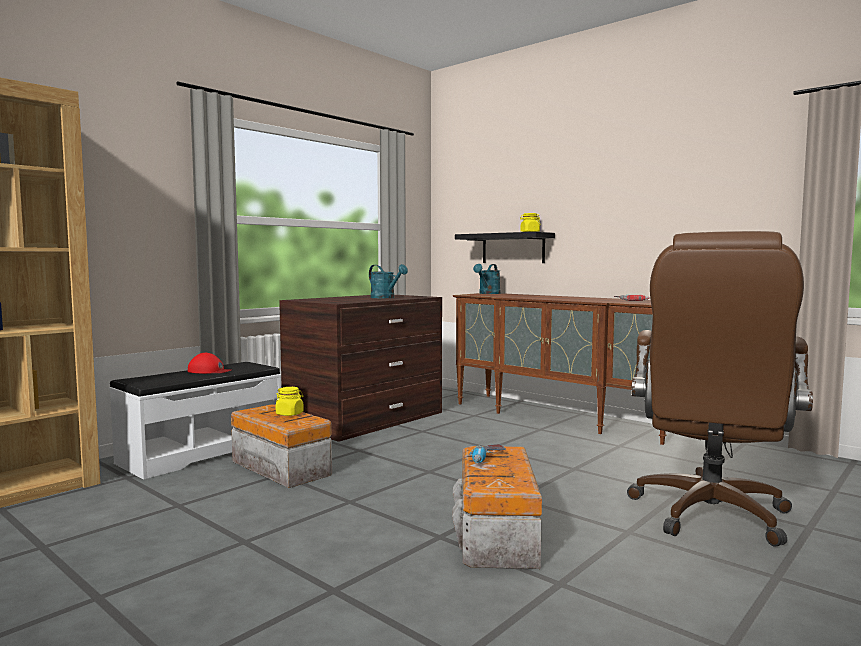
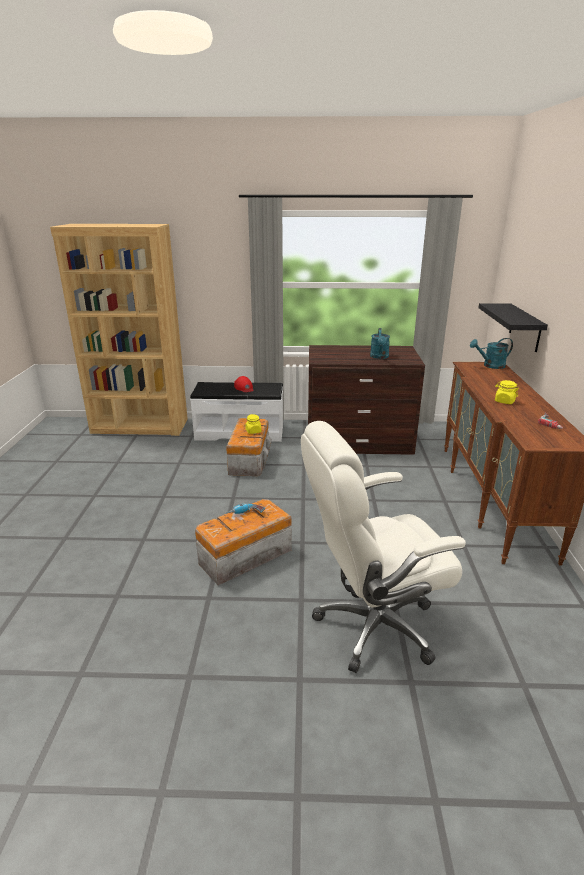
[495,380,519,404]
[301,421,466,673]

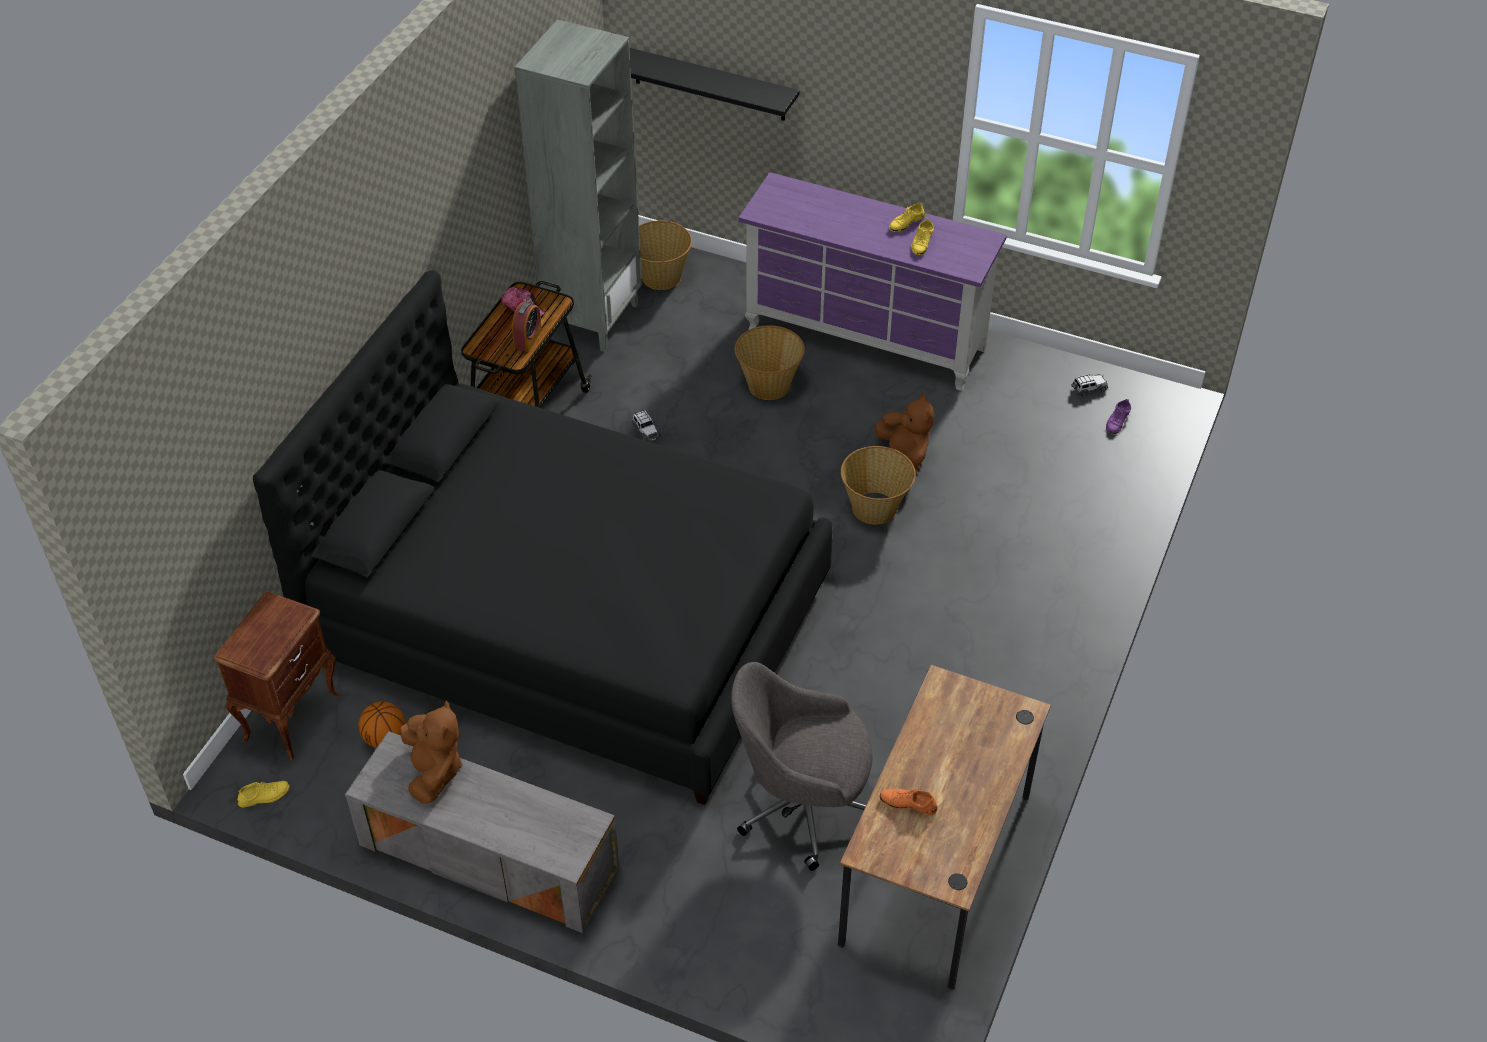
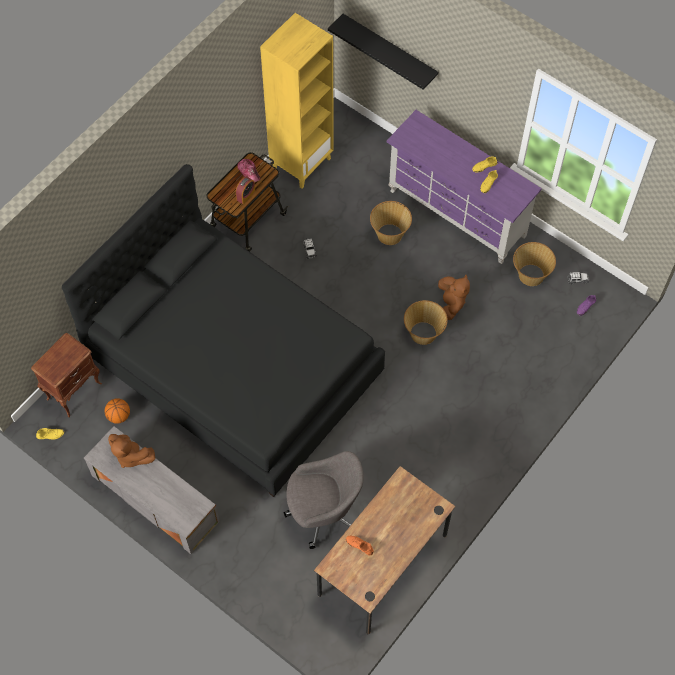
[260,13,334,189]
[513,242,556,286]
[283,451,364,549]
[108,434,156,468]

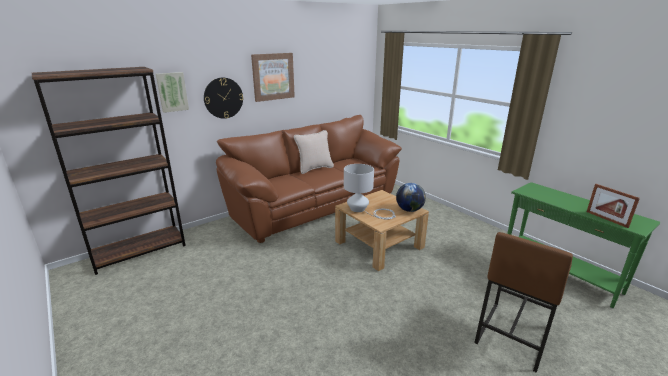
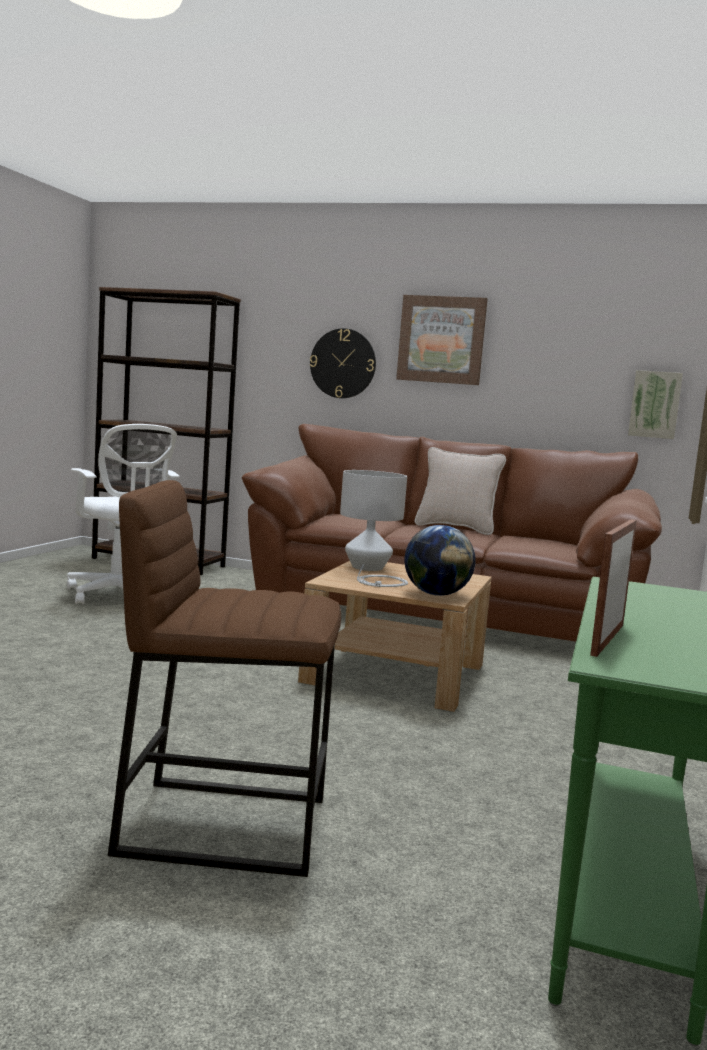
[628,370,683,439]
[67,424,180,604]

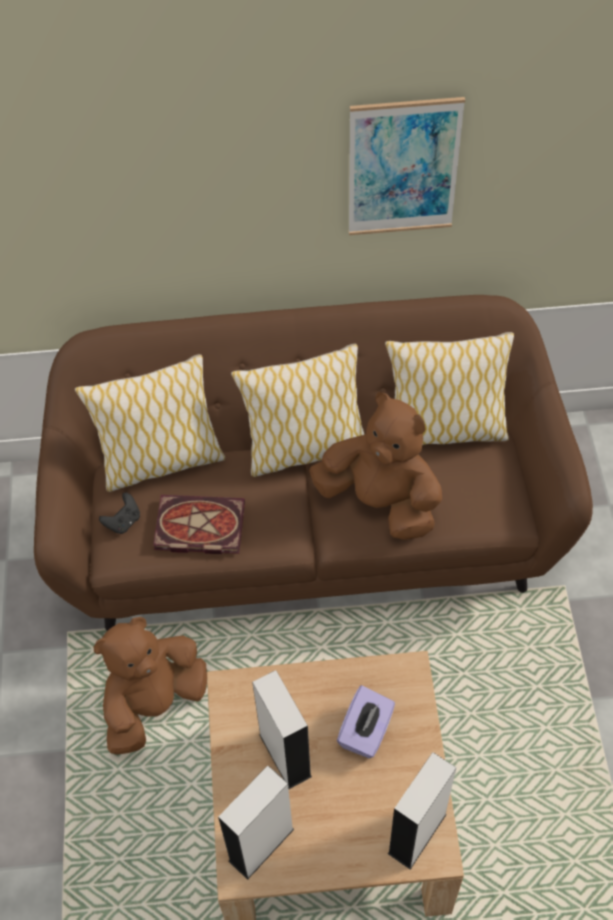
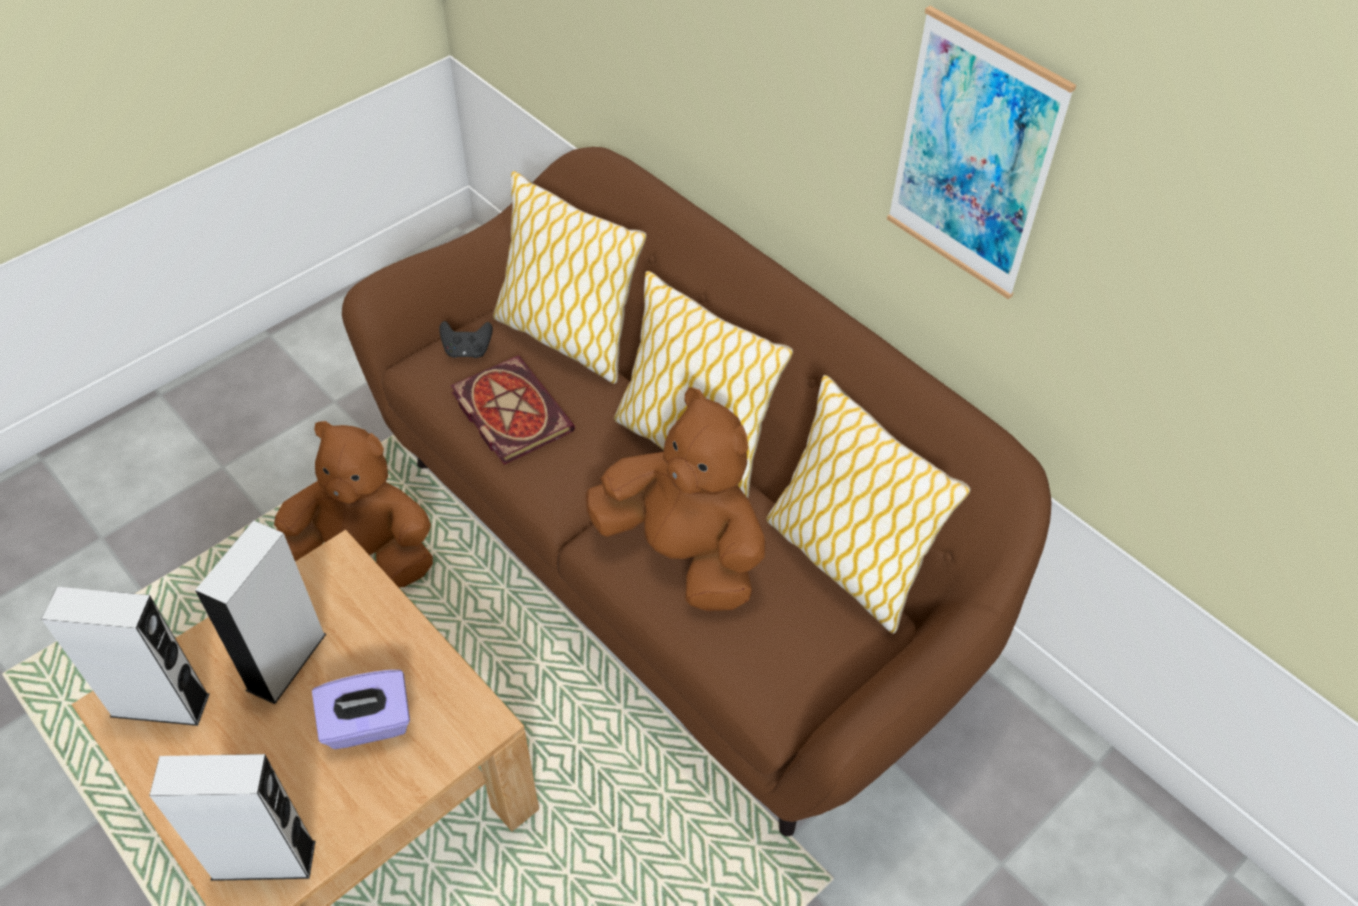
[585,387,766,611]

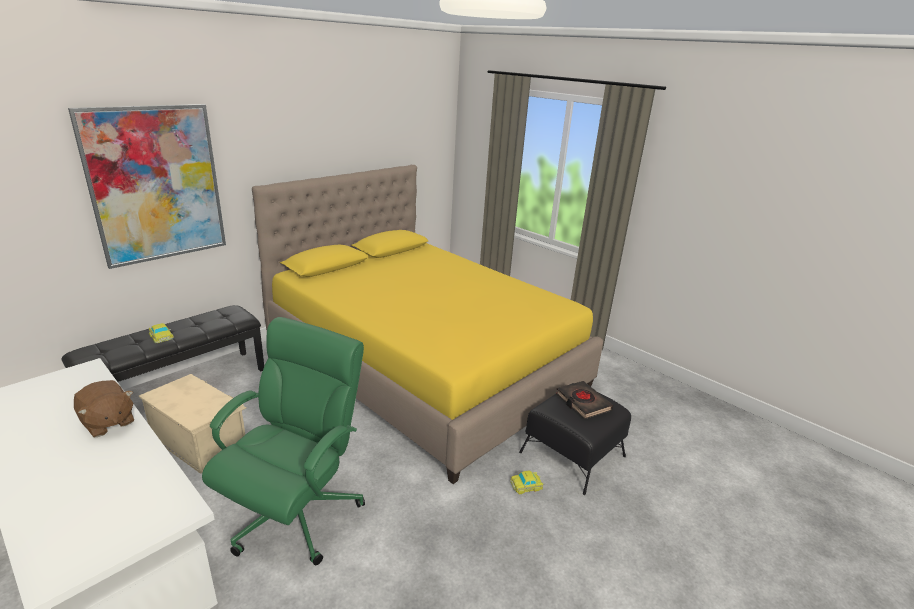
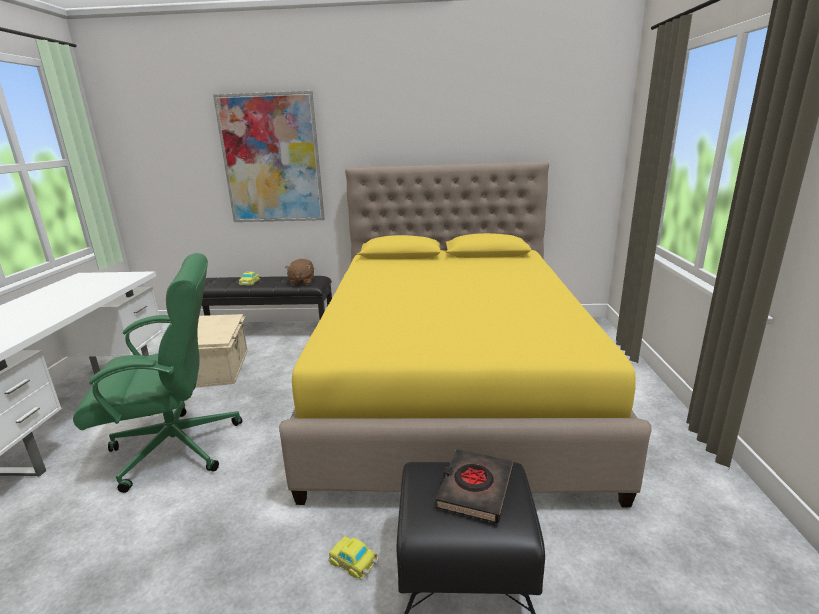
[285,259,314,286]

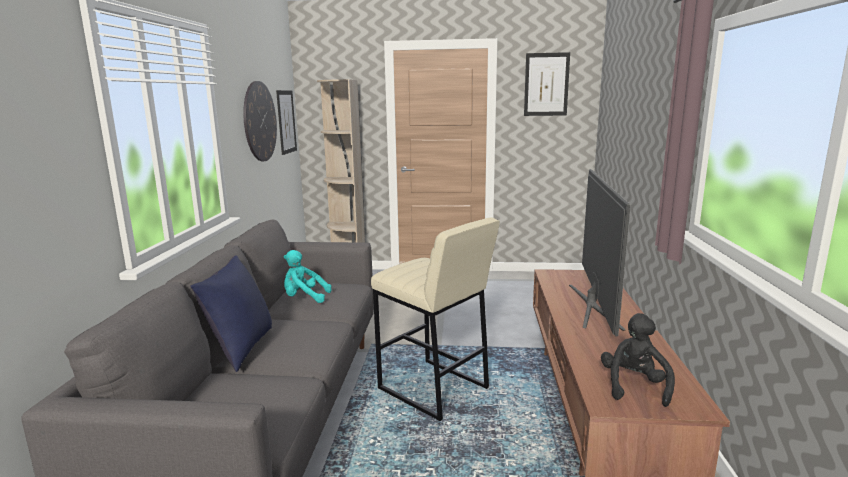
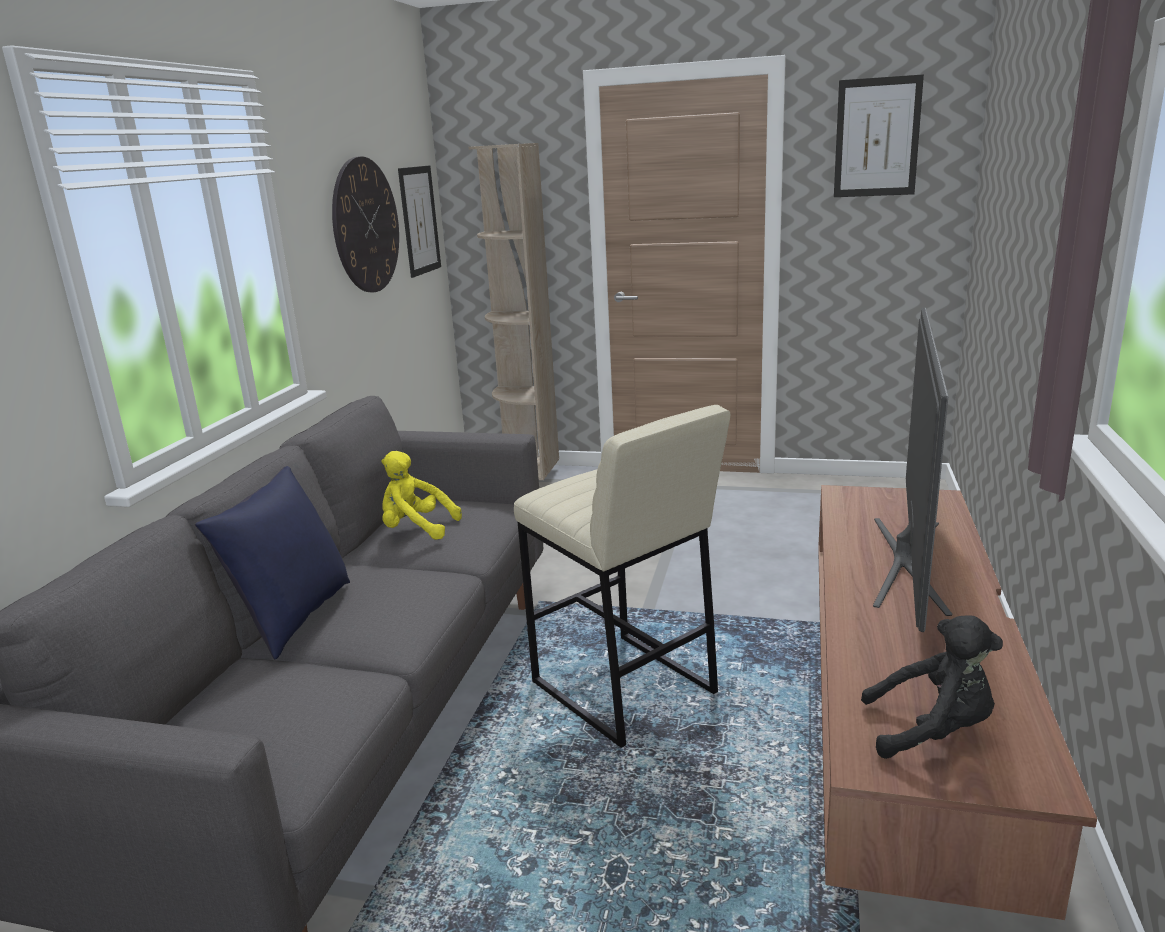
[381,451,462,540]
[861,615,1003,759]

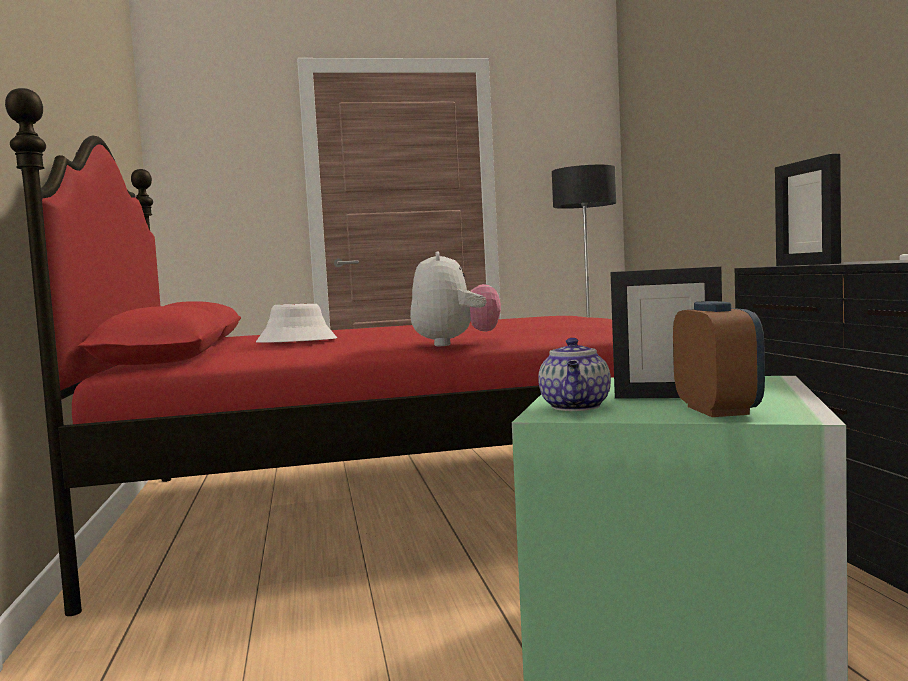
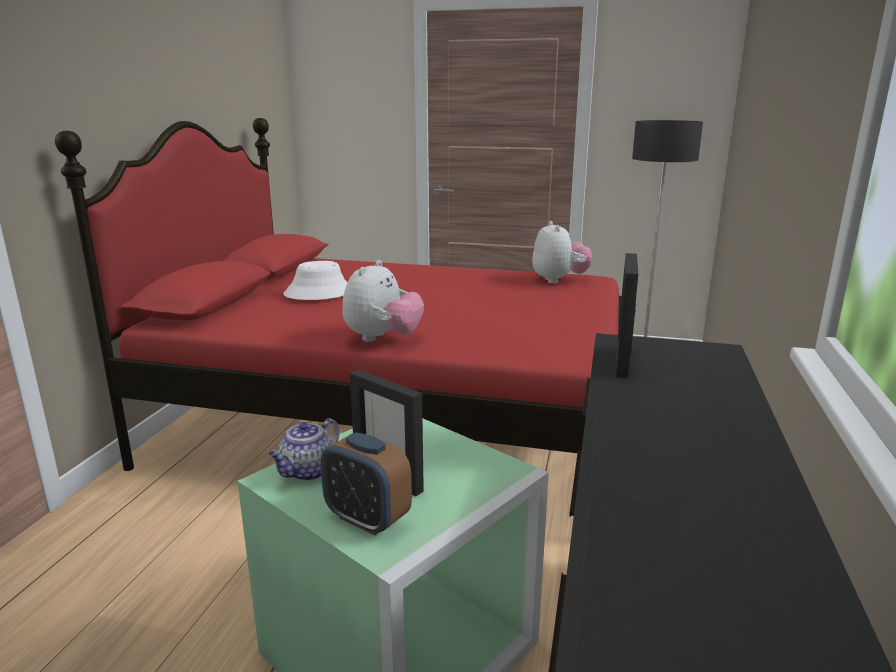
[321,432,412,535]
[532,221,592,284]

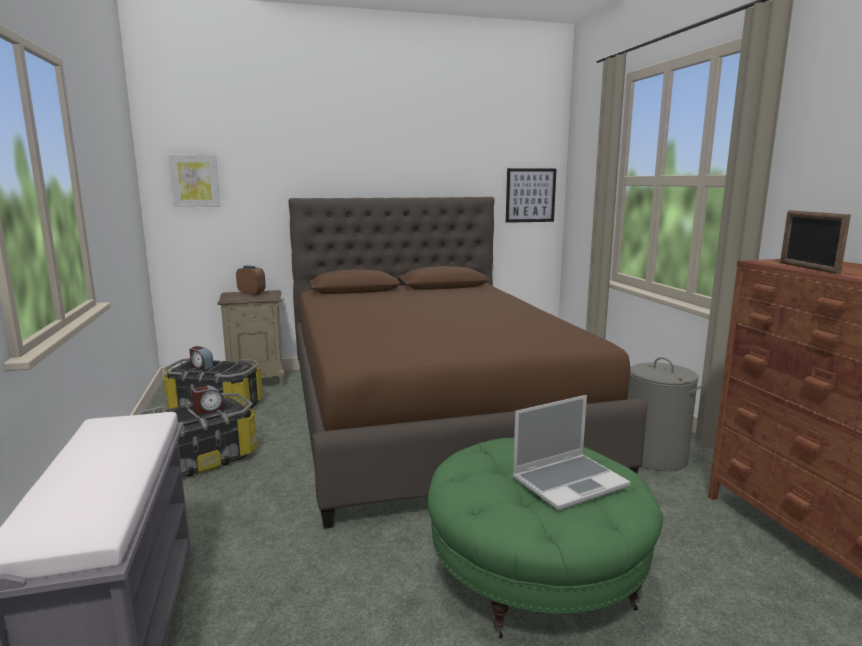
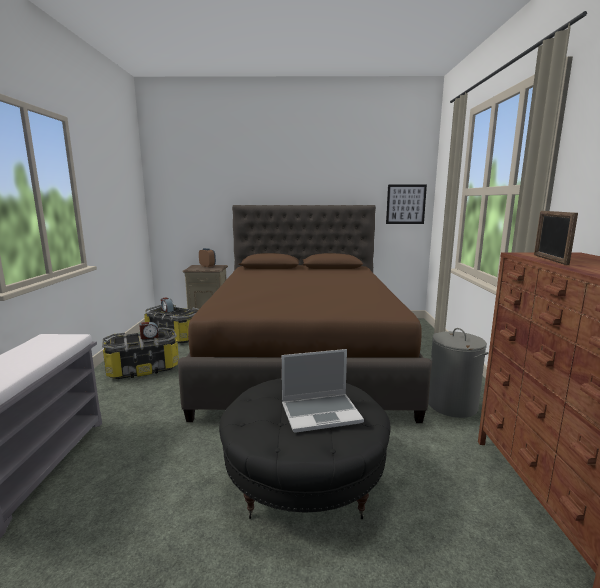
[168,155,221,207] (first image)
[219,378,391,519]

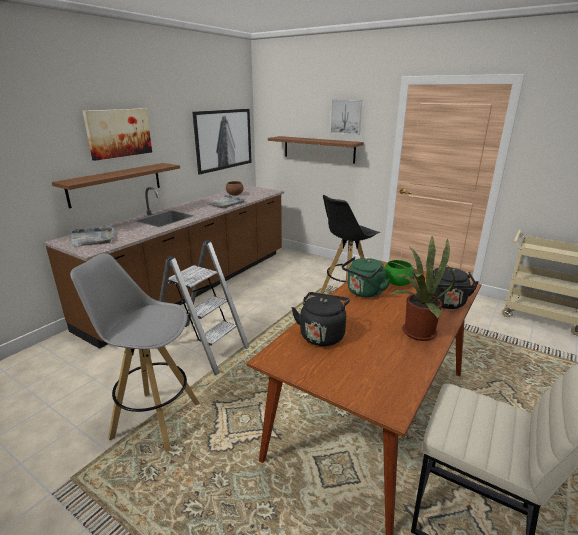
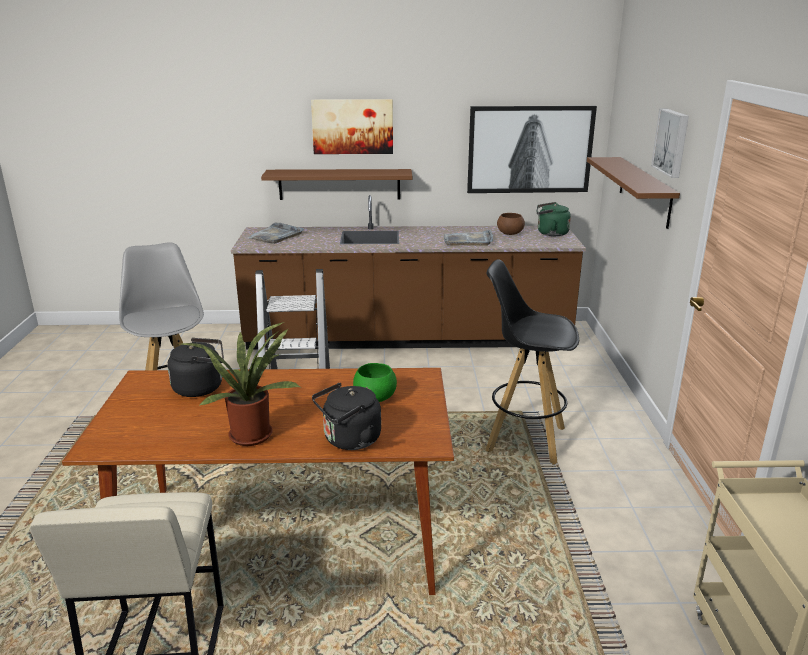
[537,202,571,236]

